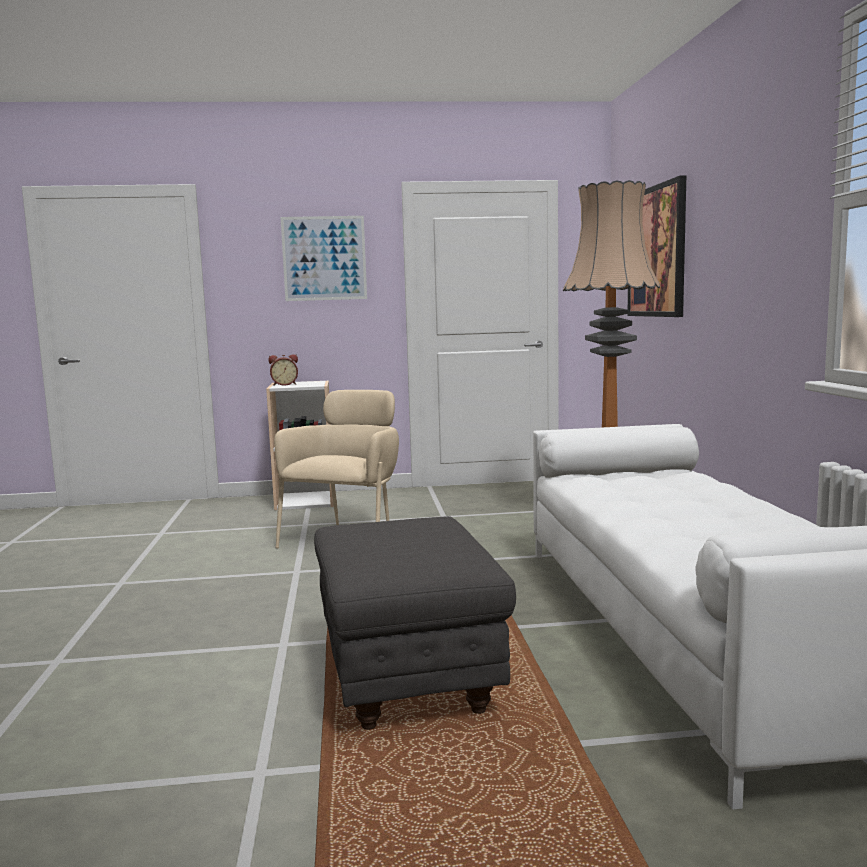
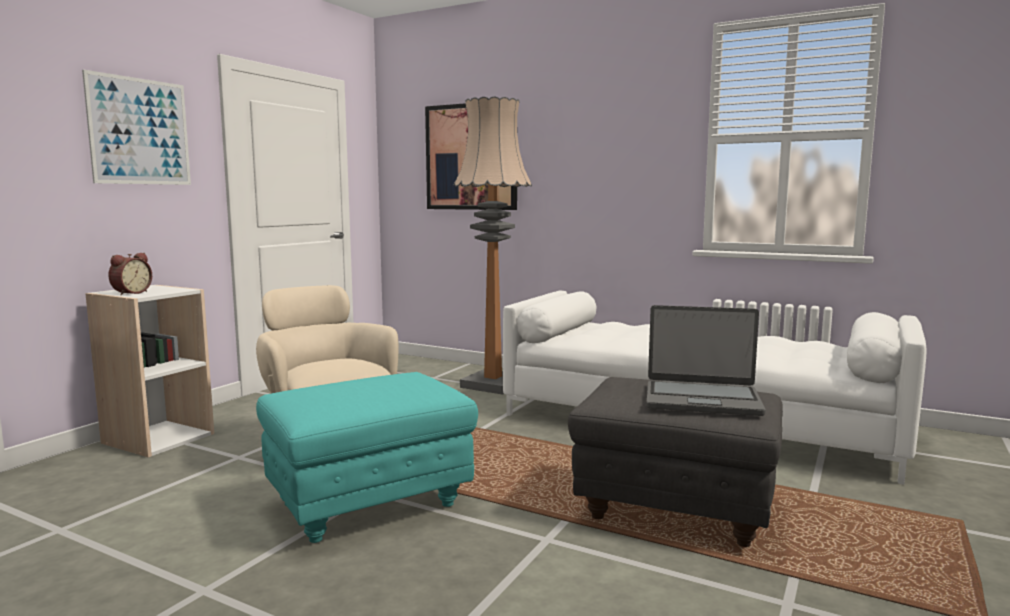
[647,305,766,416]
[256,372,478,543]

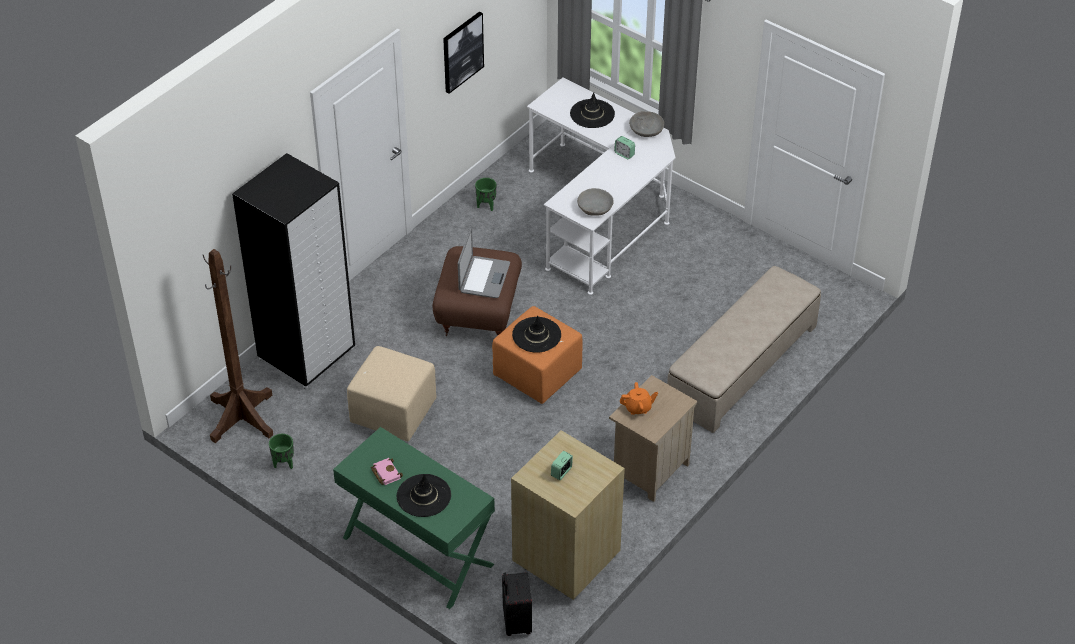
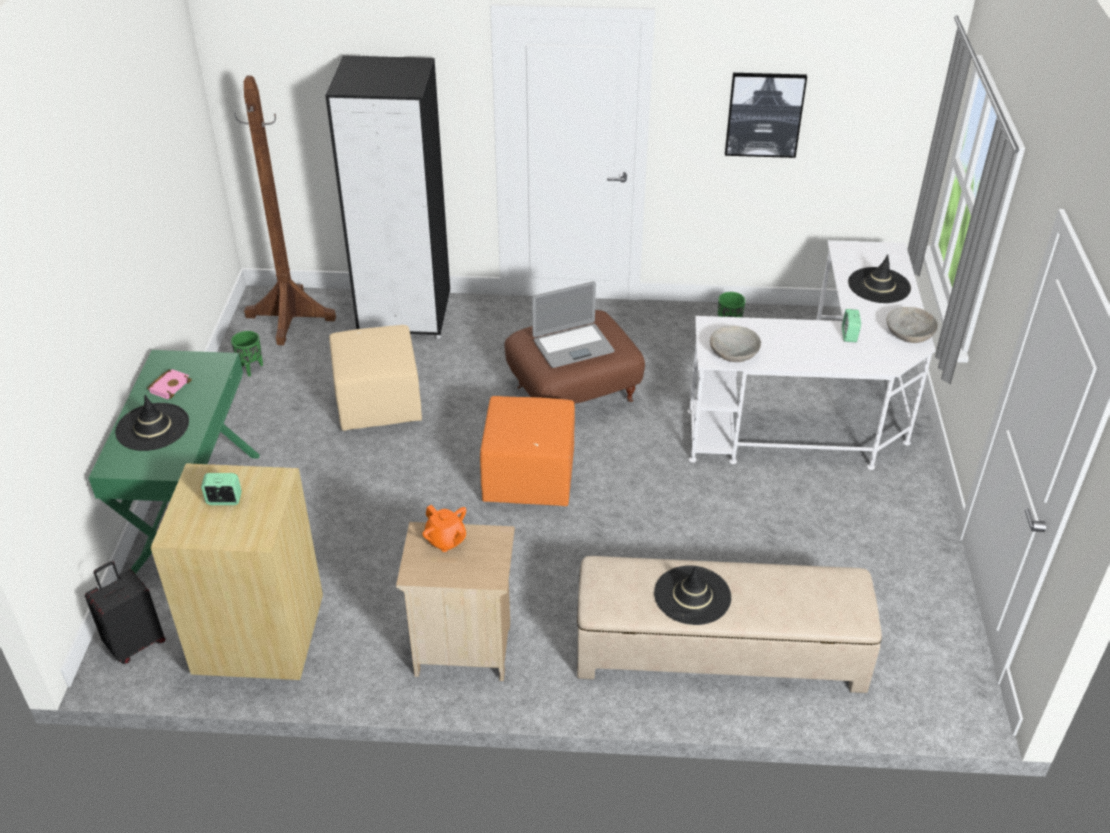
[654,566,731,625]

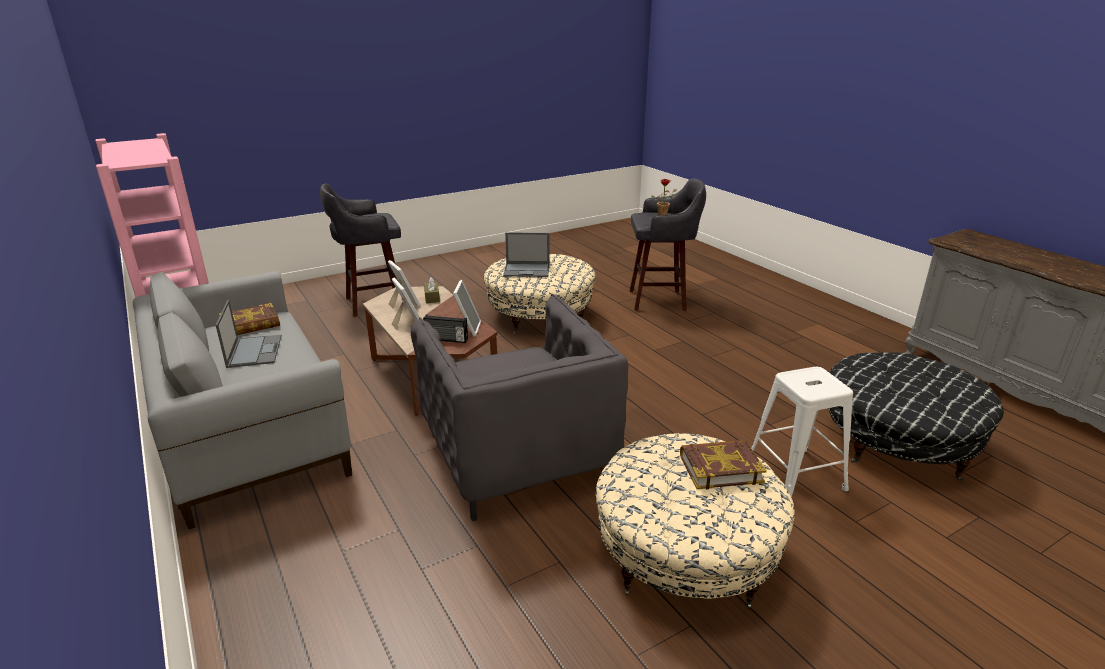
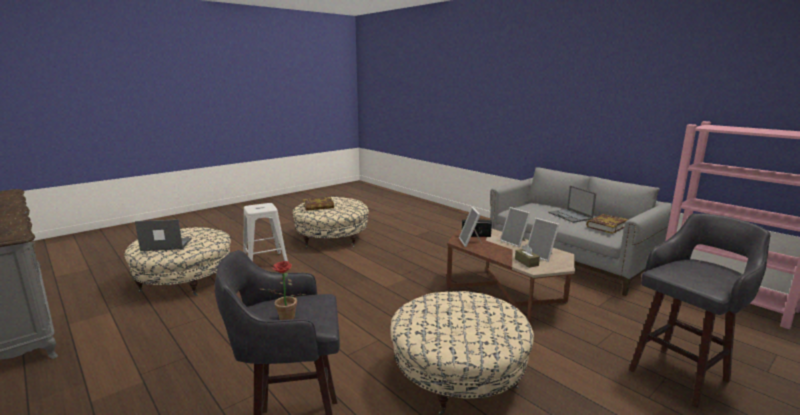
[135,219,192,251]
[411,294,628,521] (first image)
[124,227,231,296]

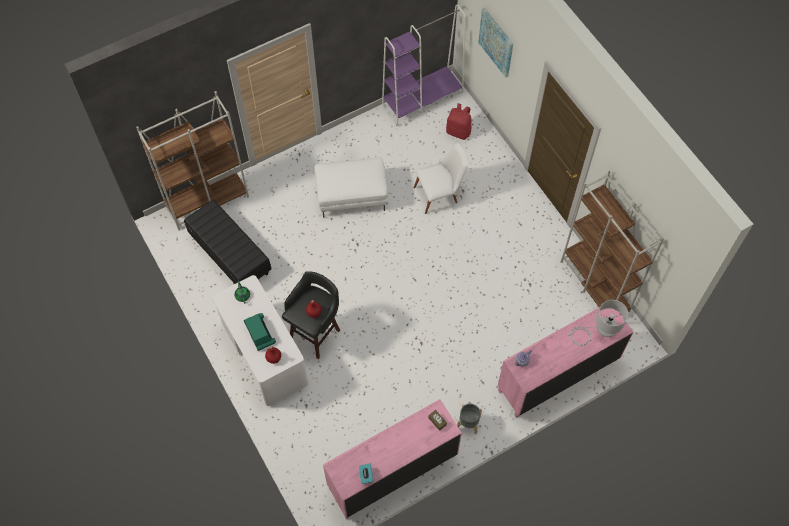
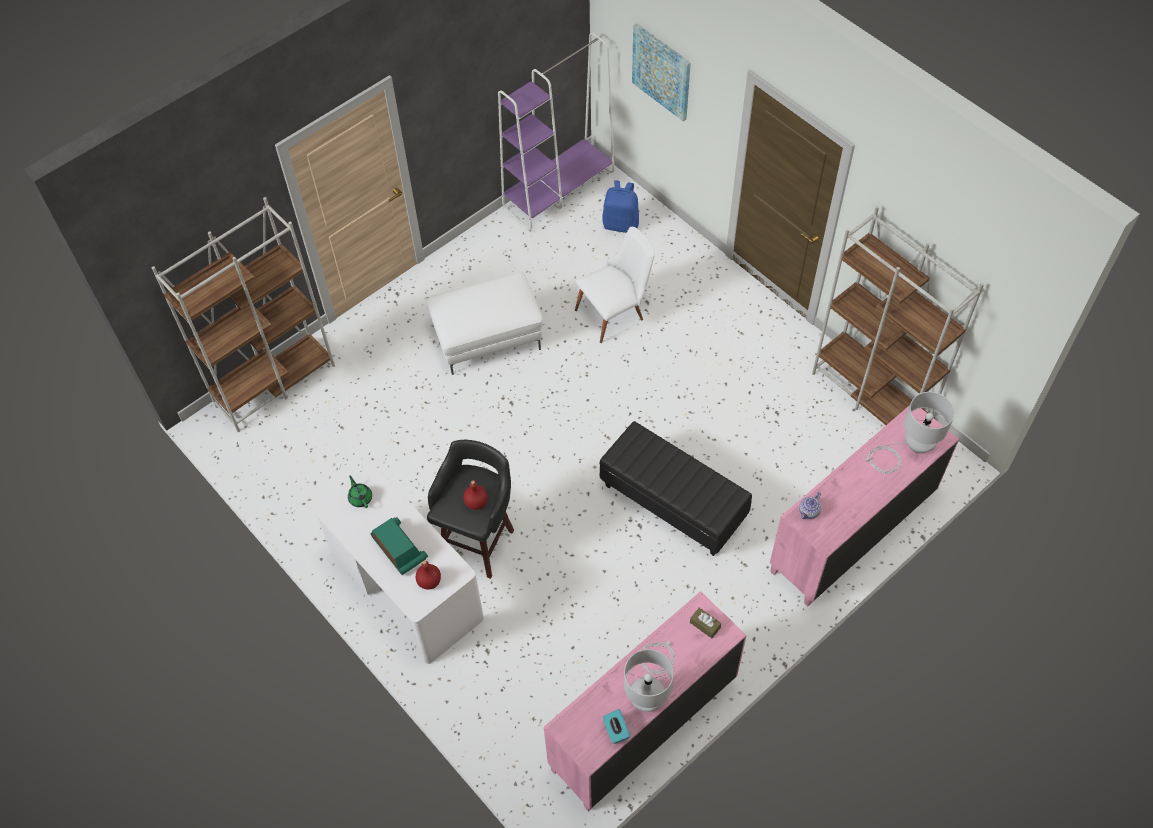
[602,180,639,233]
[599,421,752,556]
[457,404,482,434] (first image)
[624,641,676,712]

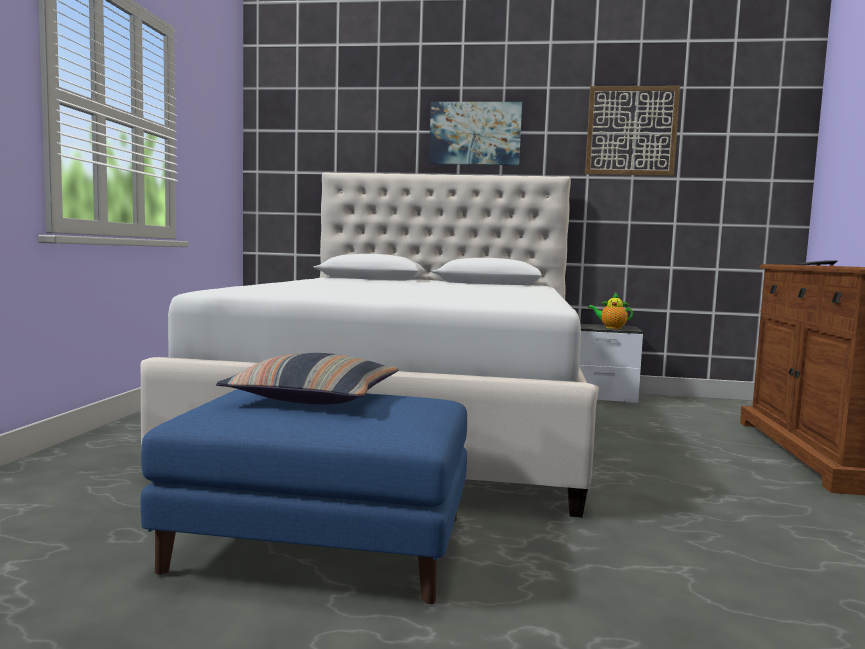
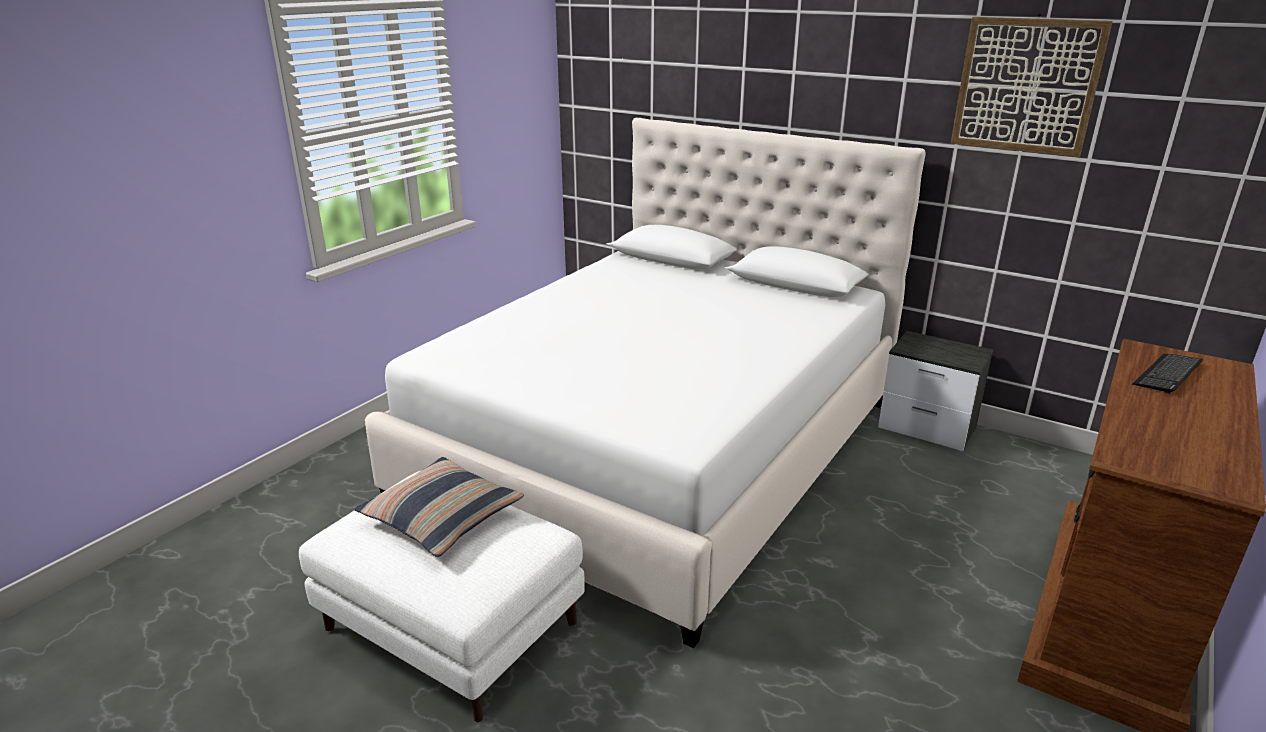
[429,102,522,165] (first image)
[588,293,633,329] (first image)
[299,470,585,722]

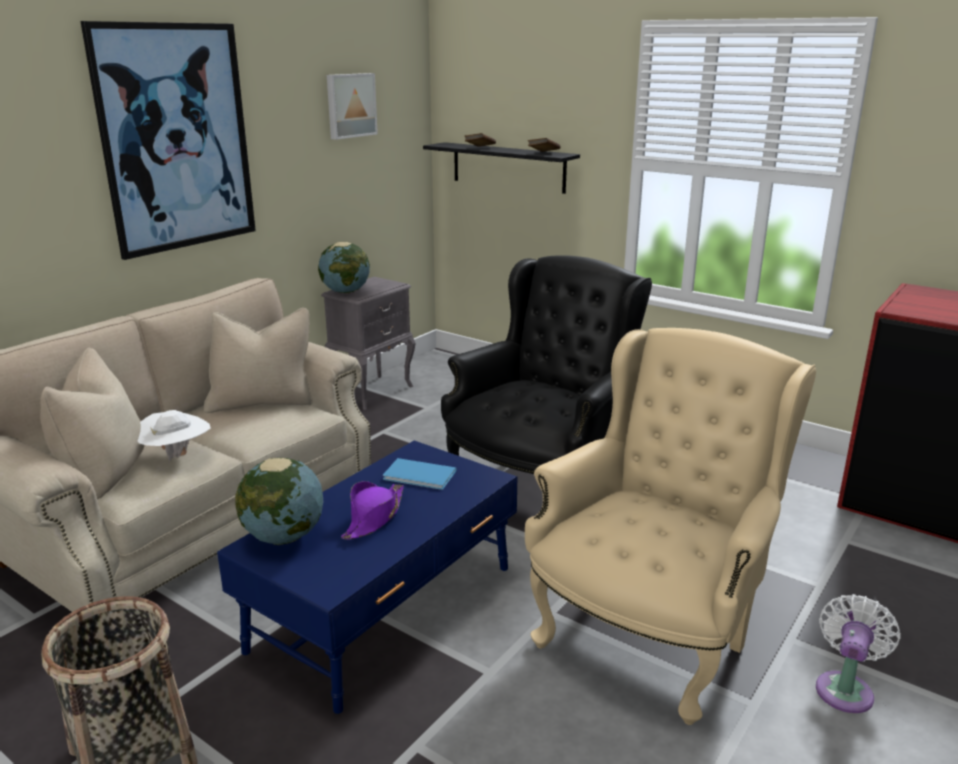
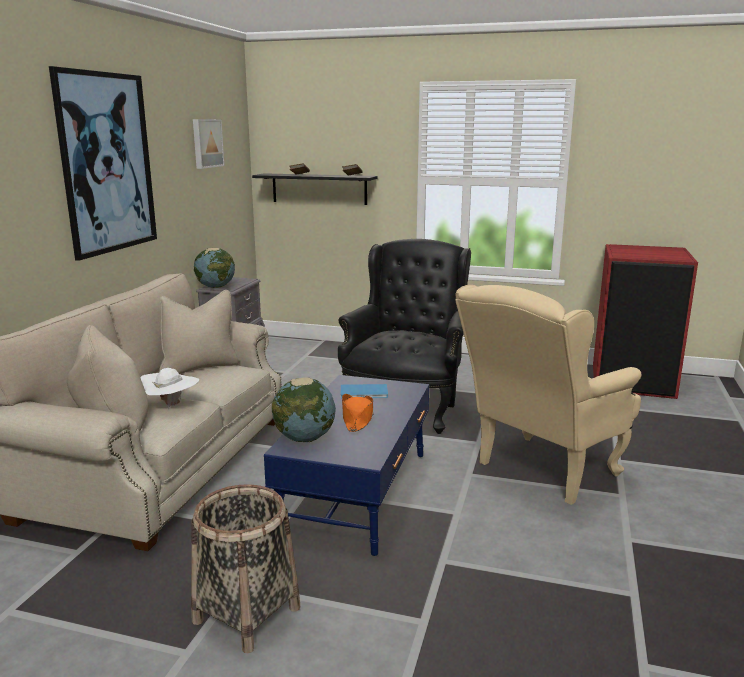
[455,285,641,505]
[342,394,374,432]
[816,594,901,713] (first image)

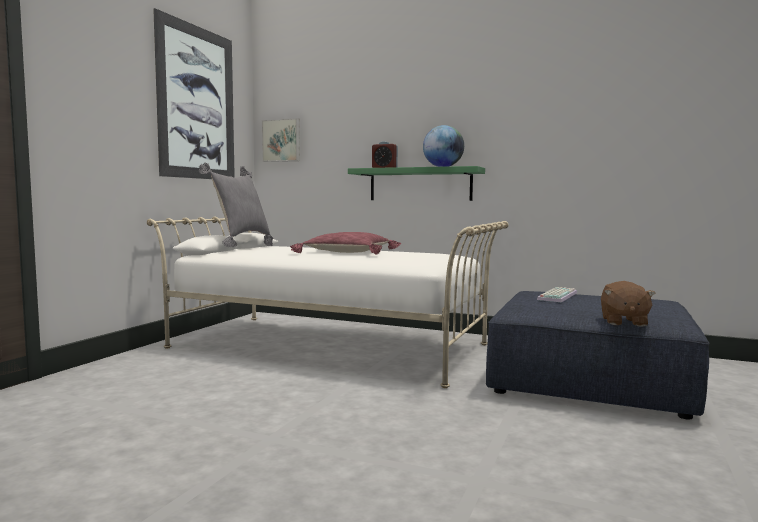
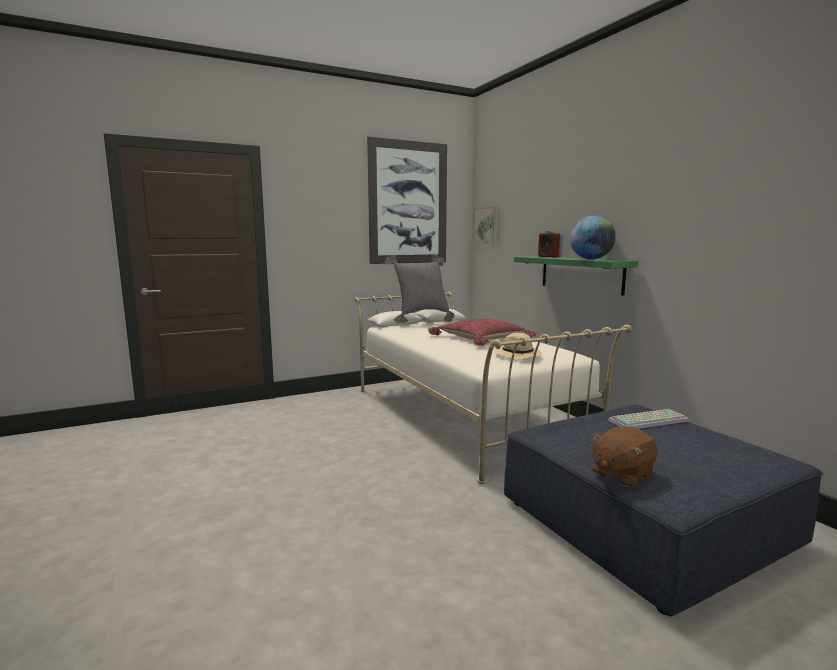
[494,333,542,360]

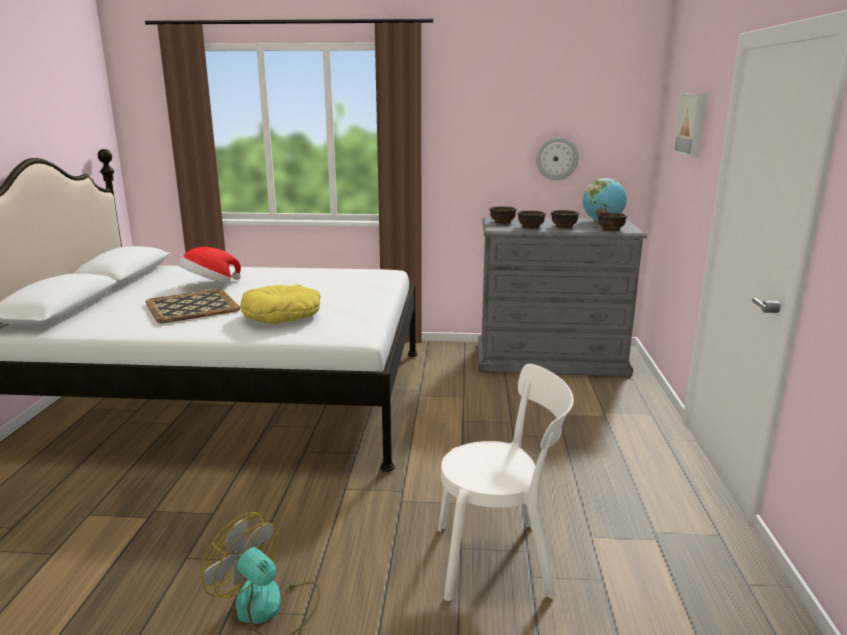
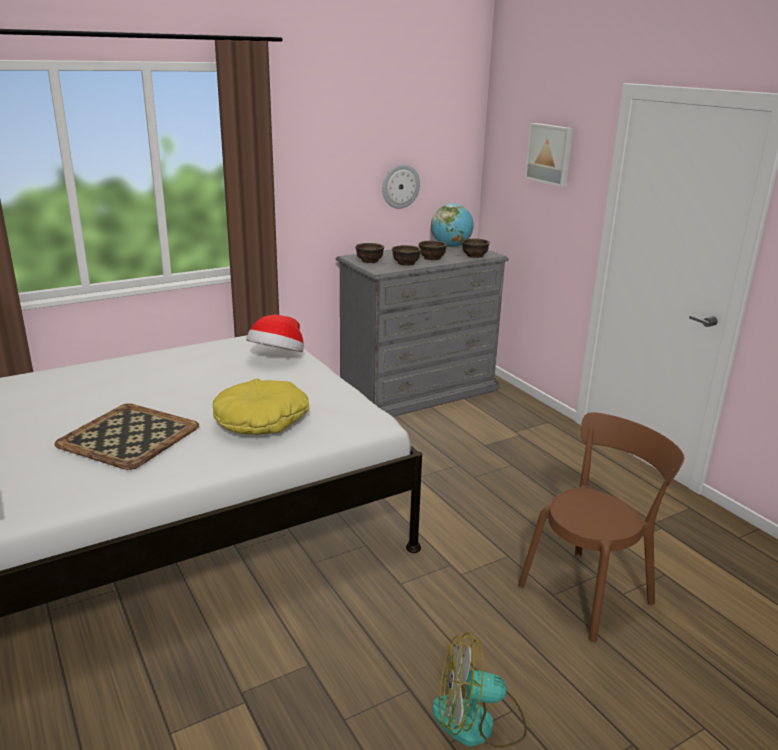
[246,315,304,352]
[518,412,684,642]

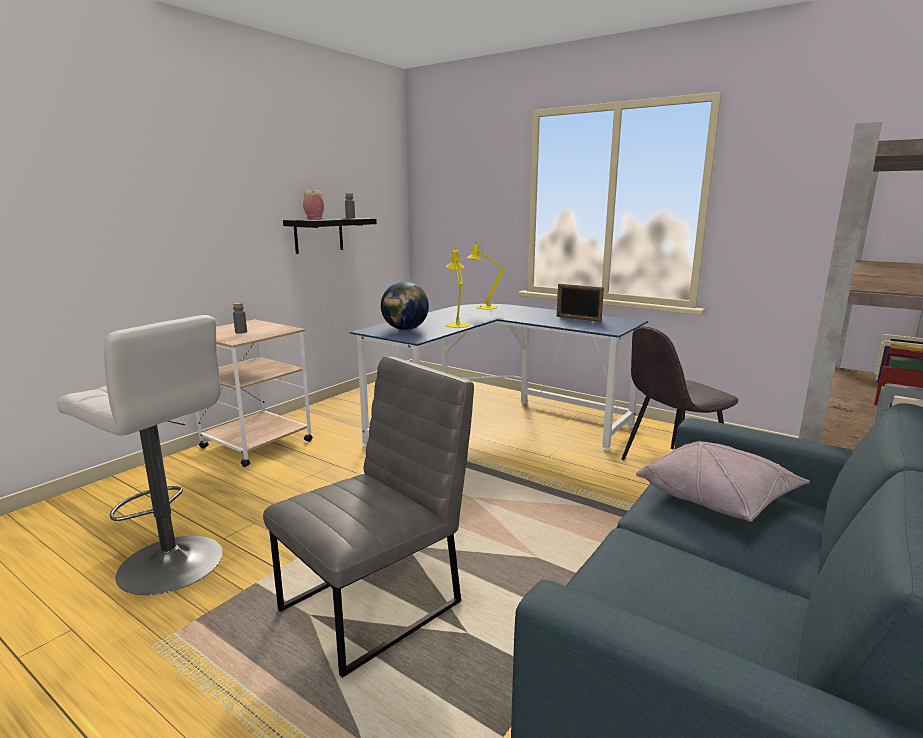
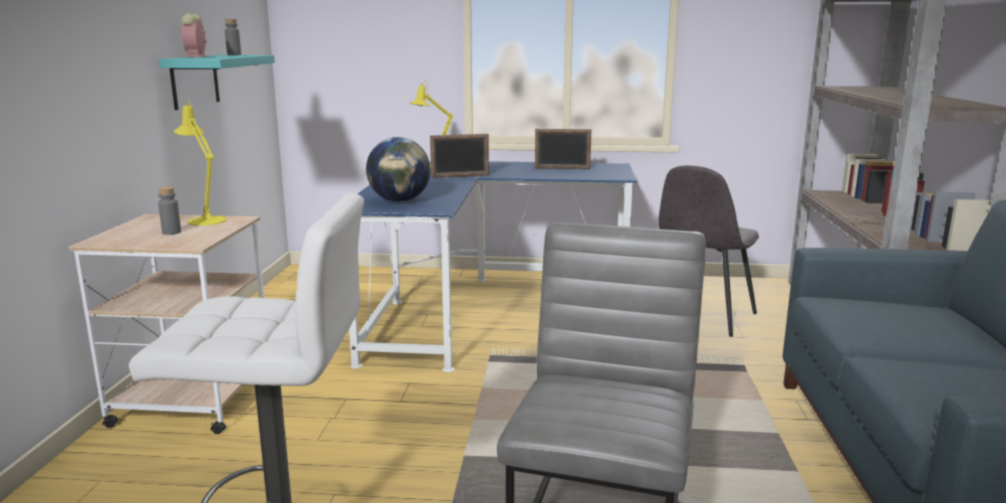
[158,55,275,110]
[174,99,227,226]
[636,441,810,522] (first image)
[430,134,489,178]

